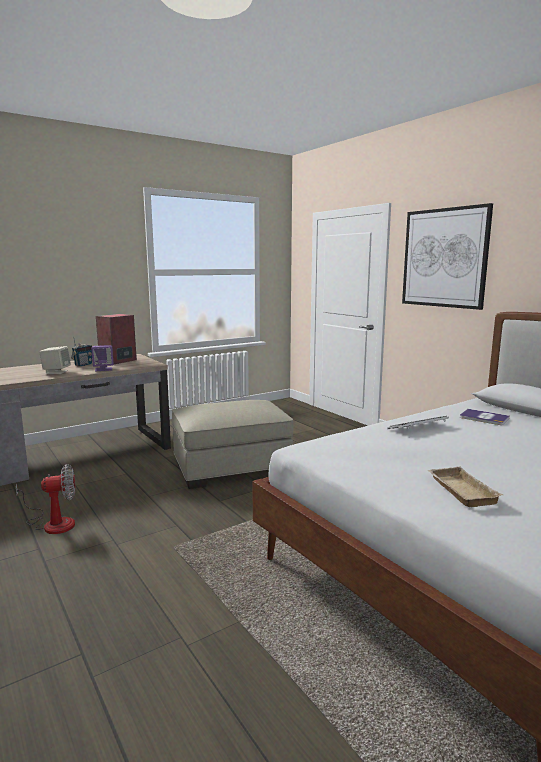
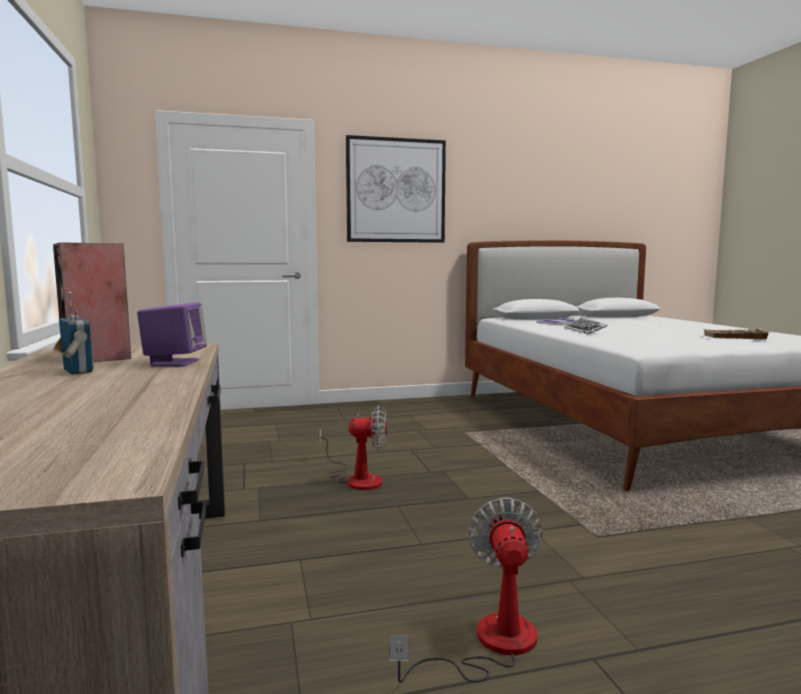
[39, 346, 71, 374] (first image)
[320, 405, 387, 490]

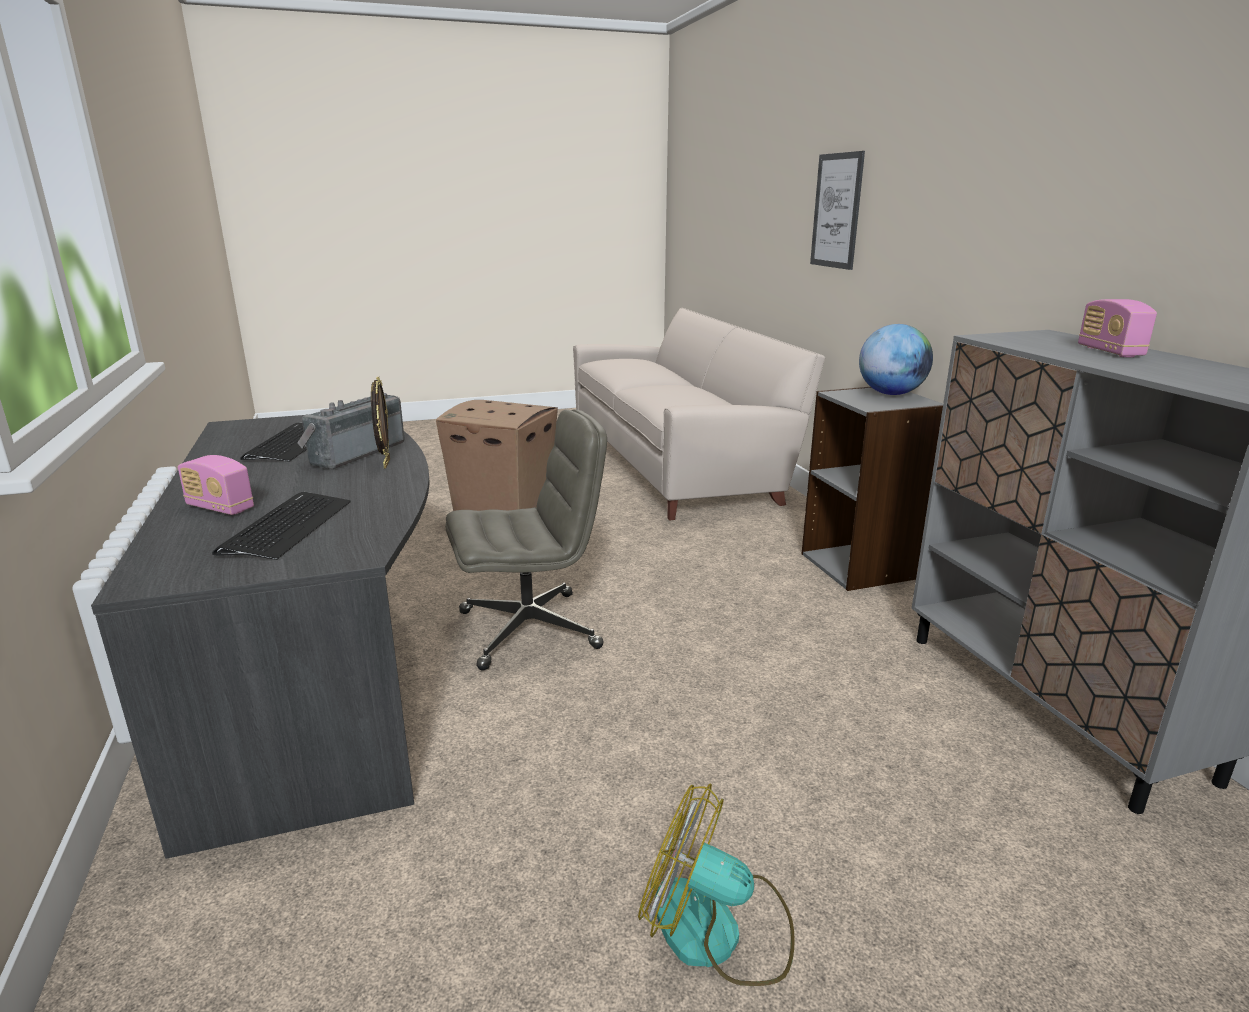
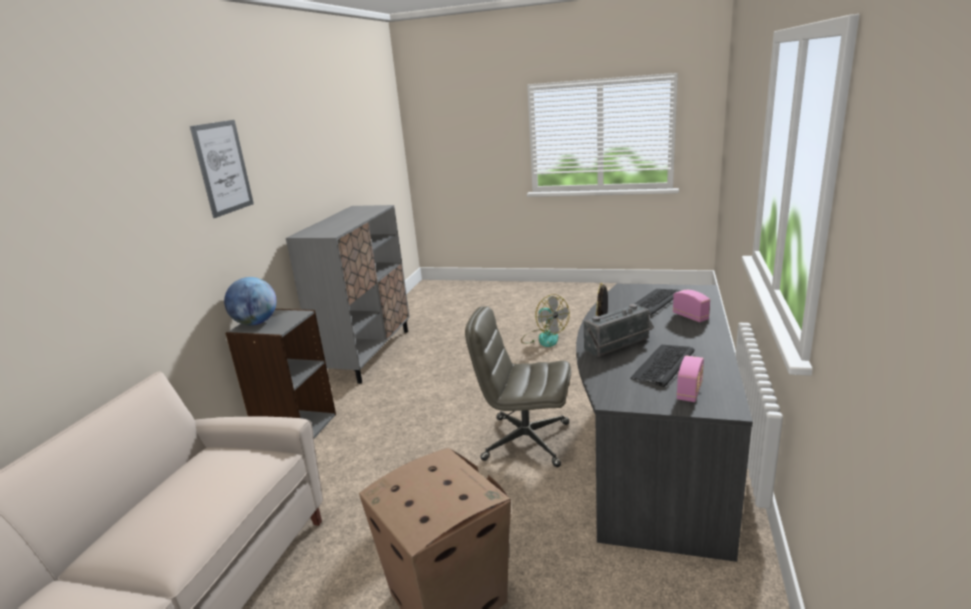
[190, 120, 254, 218]
[677, 356, 704, 402]

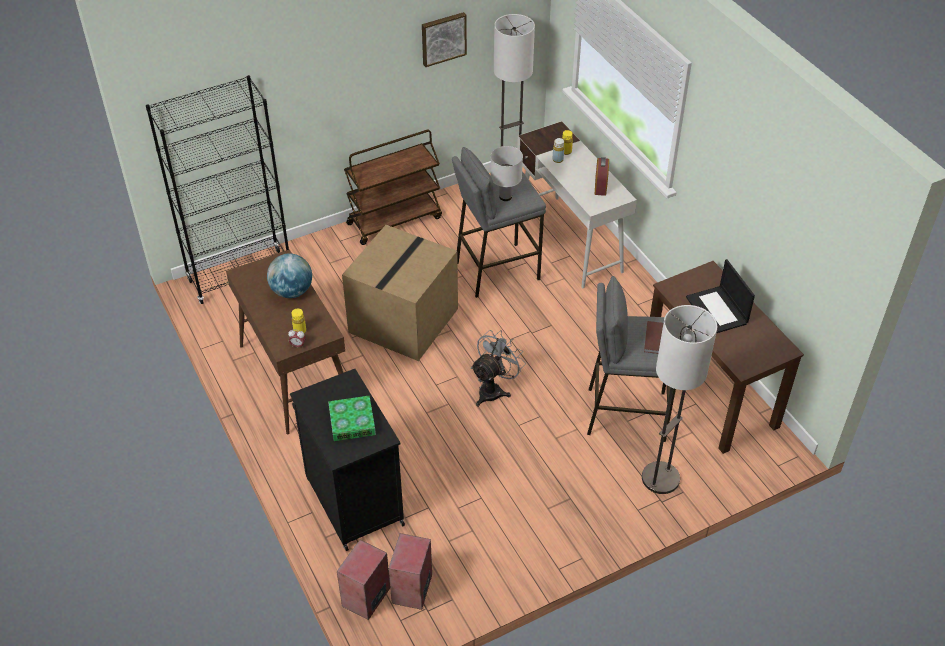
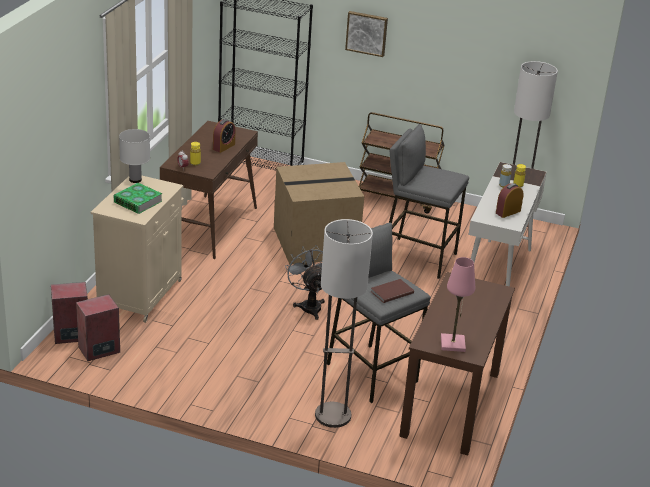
[686, 259, 755, 333] (first image)
[441, 257, 475, 352]
[345, 11, 388, 57]
[119, 129, 150, 183]
[213, 119, 235, 153]
[91, 175, 184, 323]
[285, 245, 325, 320]

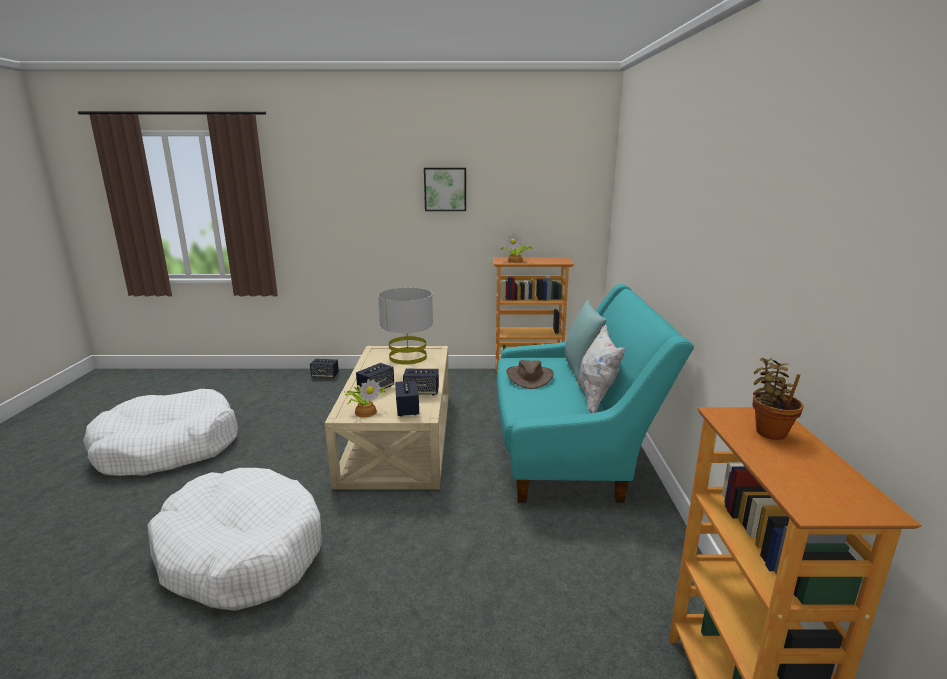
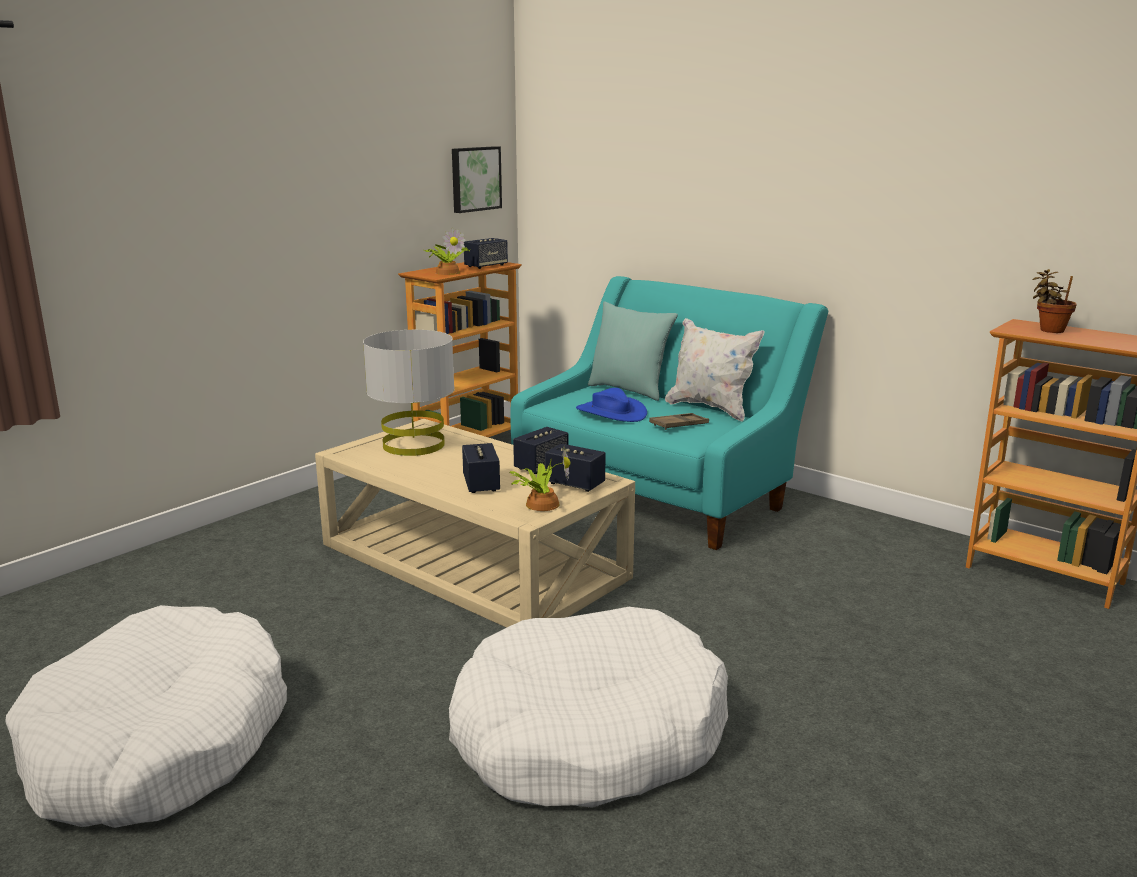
[649, 413, 709, 430]
[464, 238, 508, 269]
[452, 146, 502, 213]
[576, 388, 647, 422]

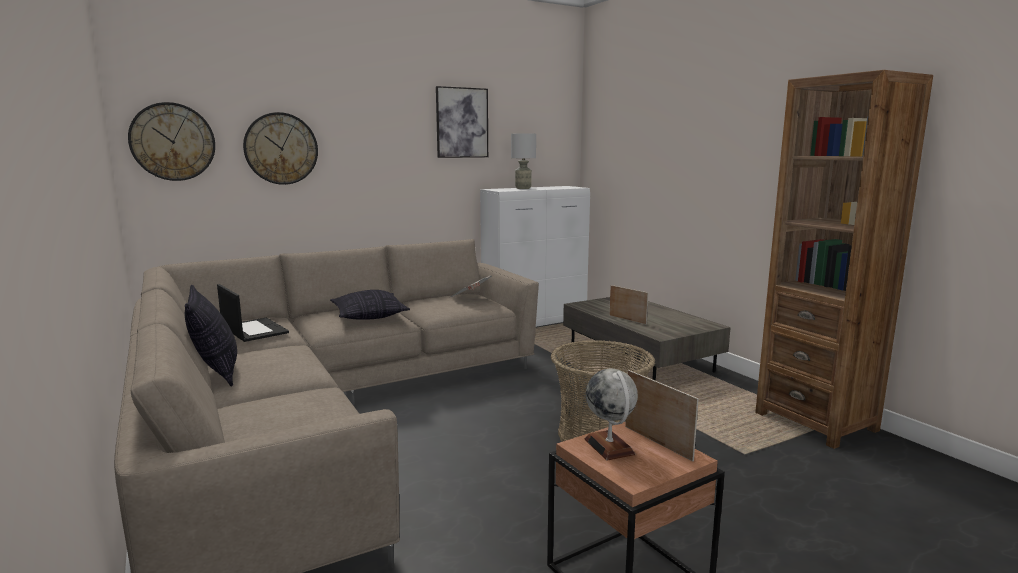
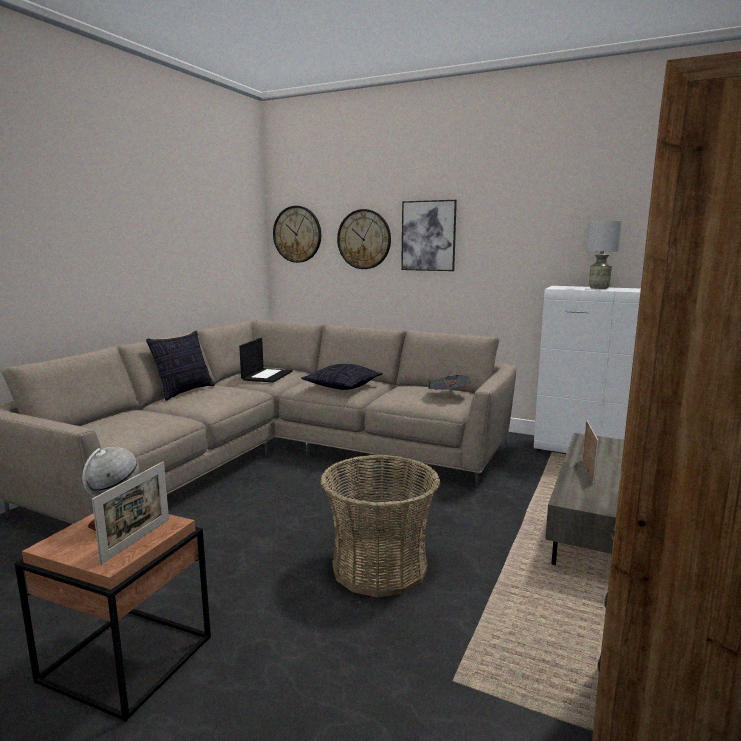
[401, 200, 457, 271]

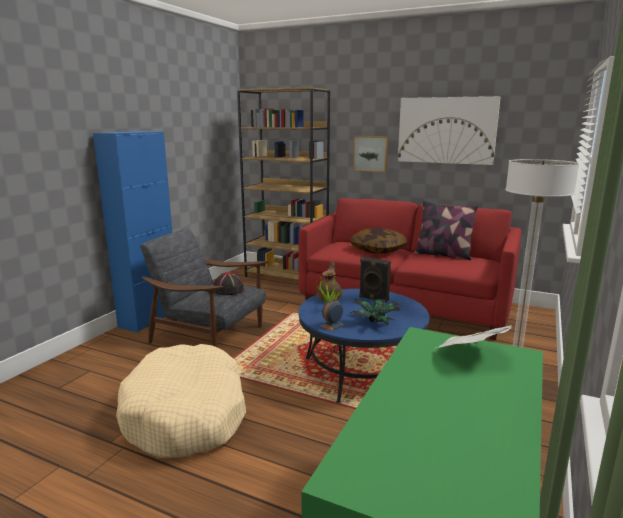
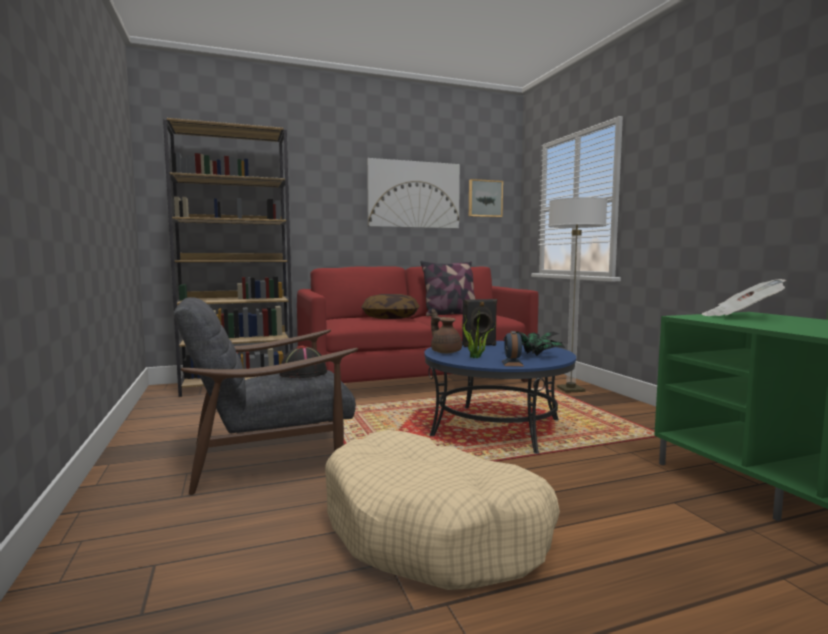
[93, 131, 172, 332] (first image)
[469, 179, 503, 217]

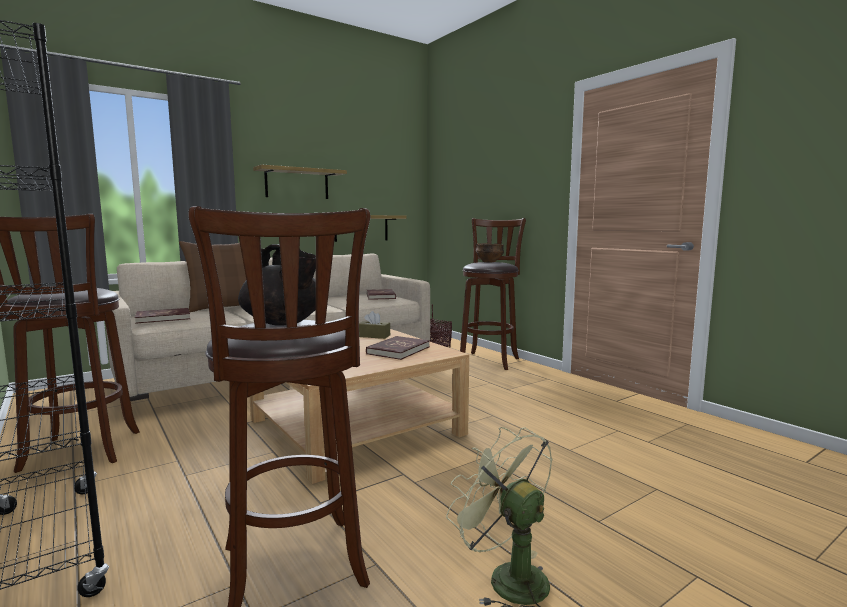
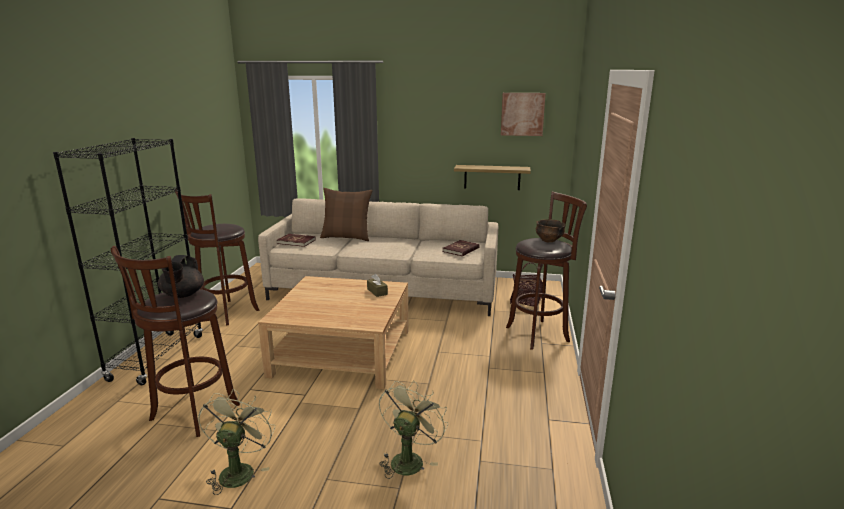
[253, 165, 347, 199] (first image)
[366, 336, 430, 360] (first image)
[379, 381, 448, 479]
[501, 93, 546, 136]

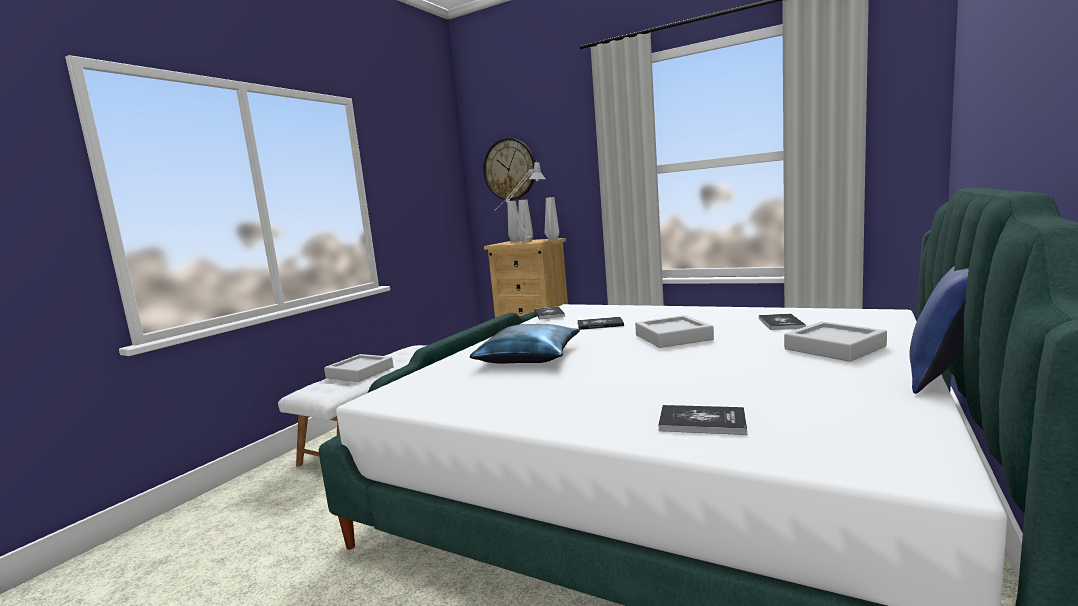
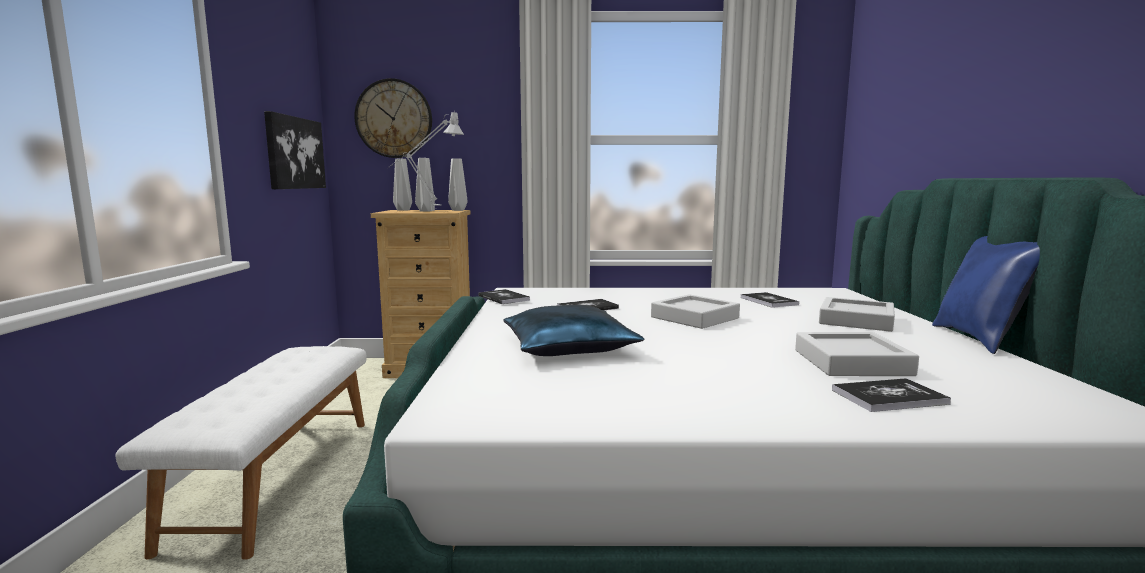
[264, 111, 326, 189]
[795, 332, 919, 376]

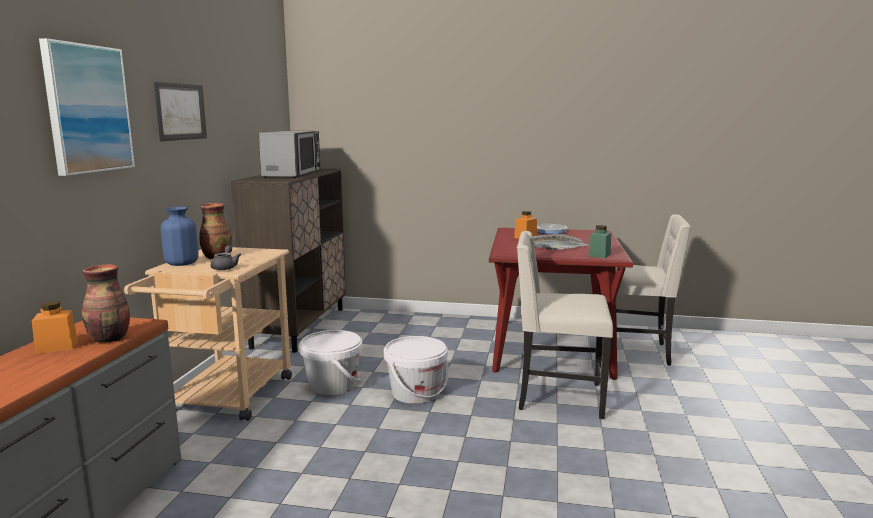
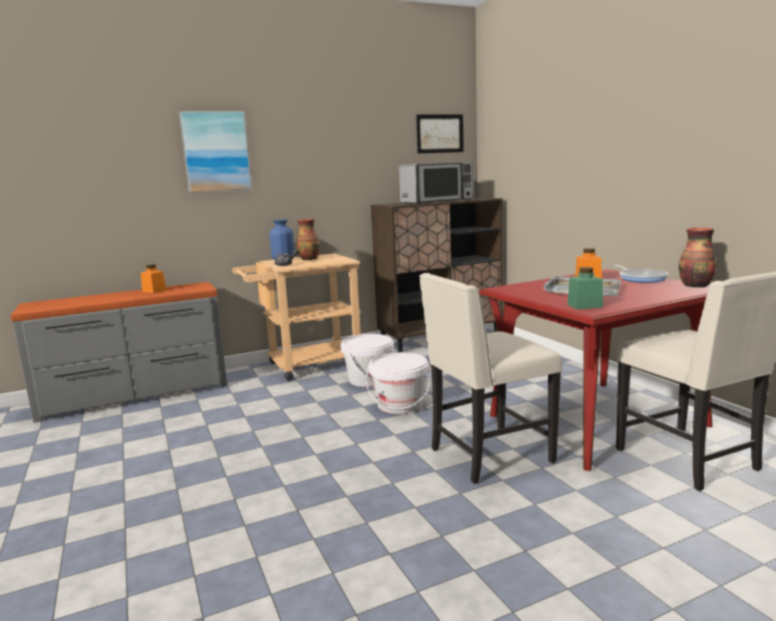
[679, 228, 716, 288]
[416, 115, 464, 153]
[419, 273, 562, 484]

